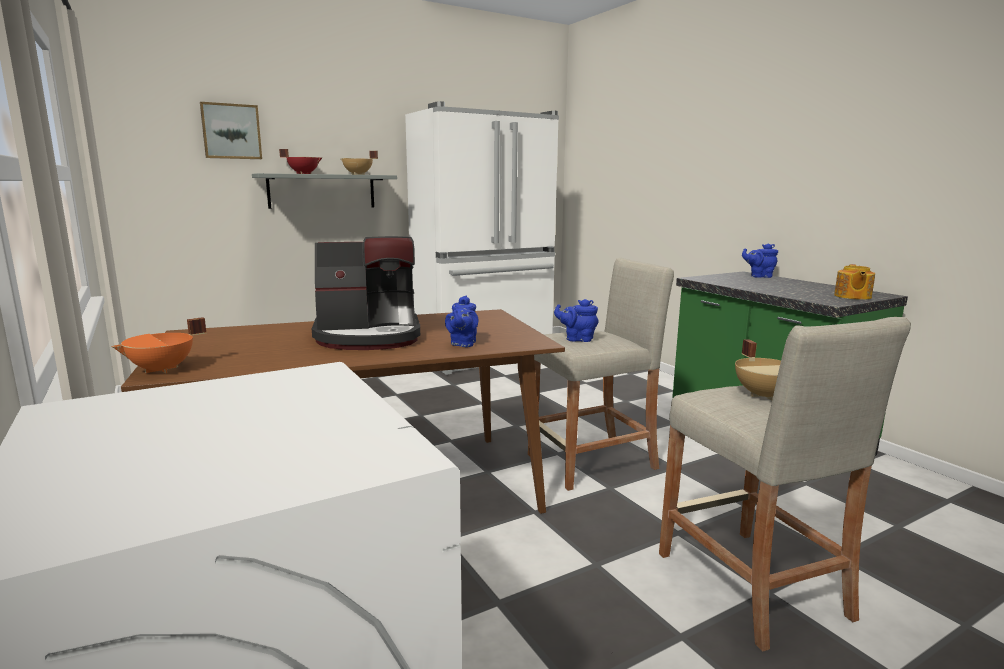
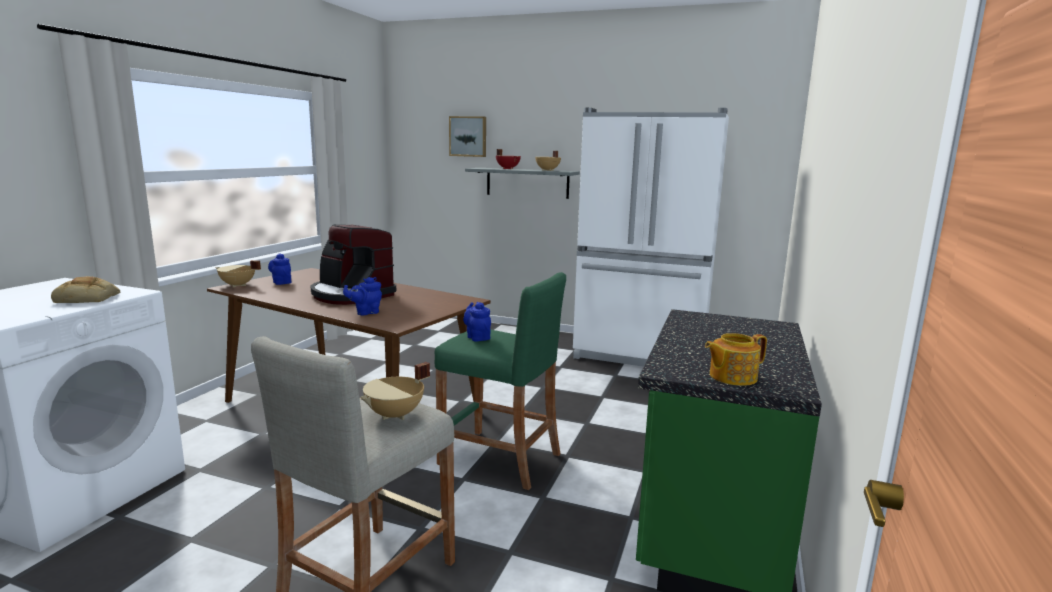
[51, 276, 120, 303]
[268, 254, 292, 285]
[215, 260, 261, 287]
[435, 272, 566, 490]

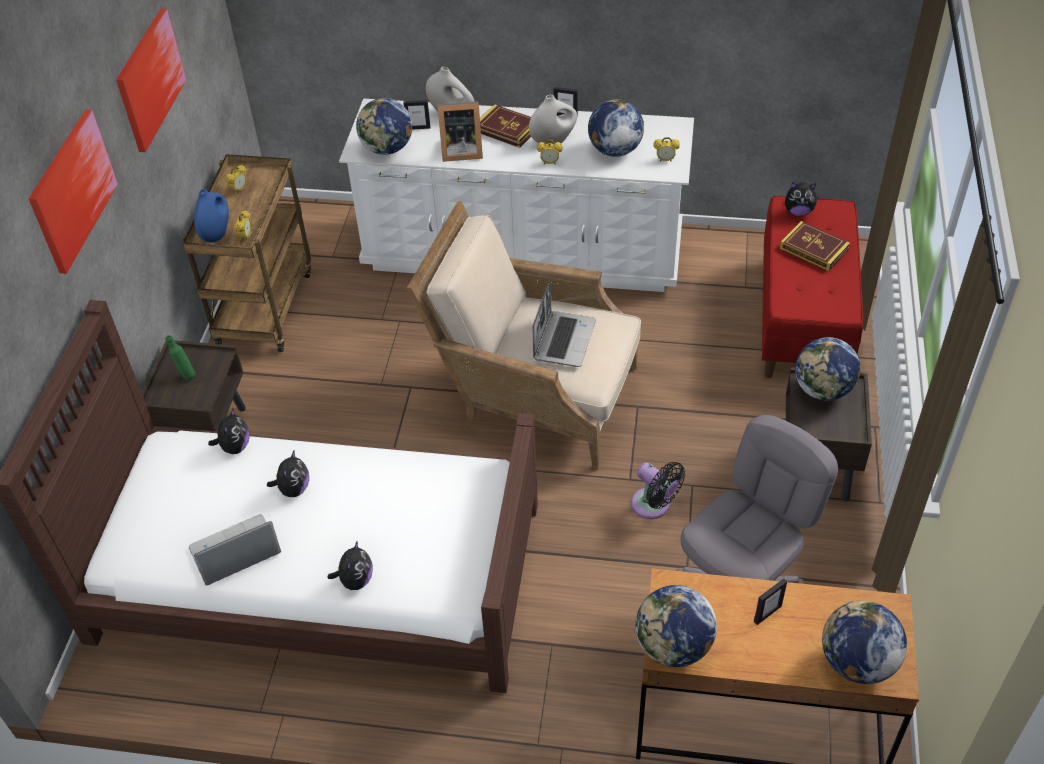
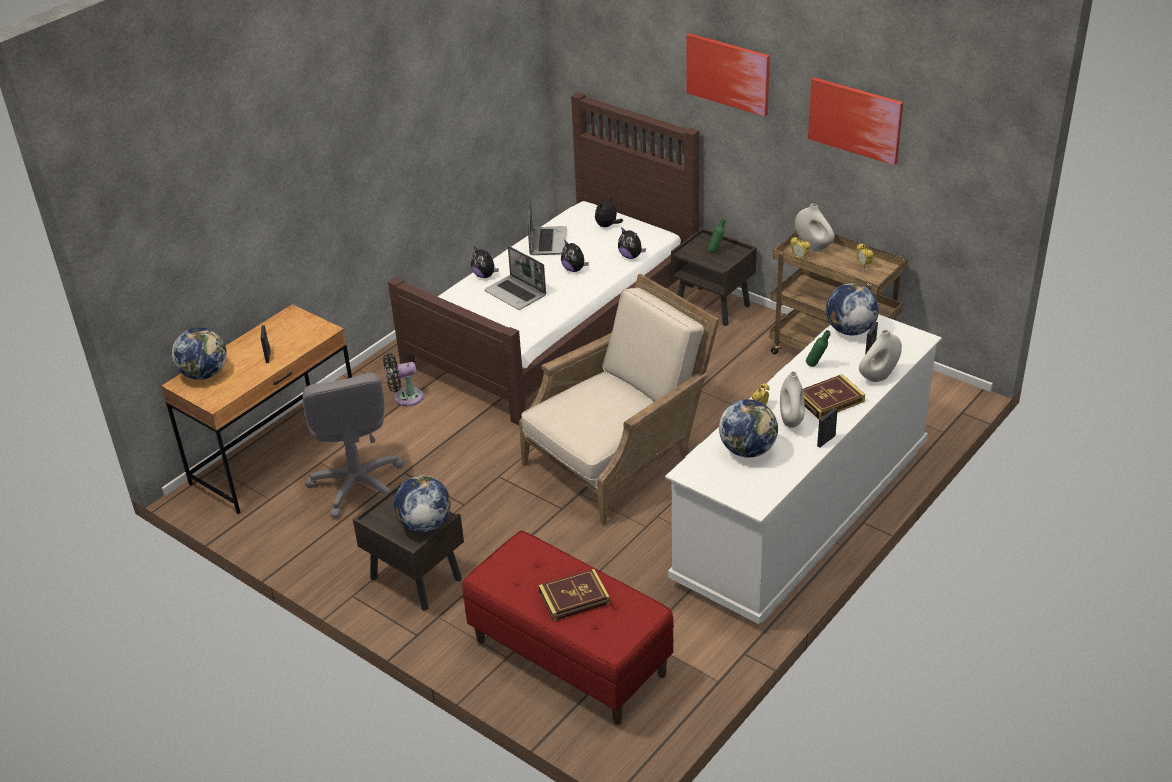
[635, 585, 717, 667] (first image)
[654, 137, 680, 162] (first image)
[484, 246, 546, 310]
[383, 353, 423, 406]
[595, 195, 623, 227]
[806, 330, 831, 367]
[795, 204, 835, 251]

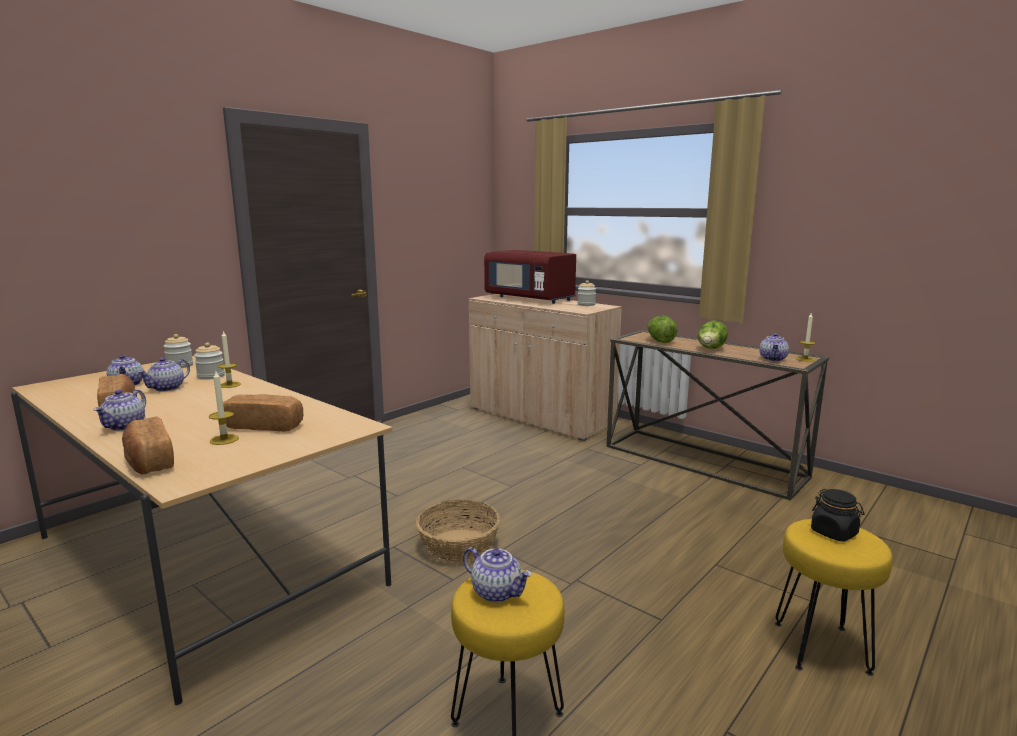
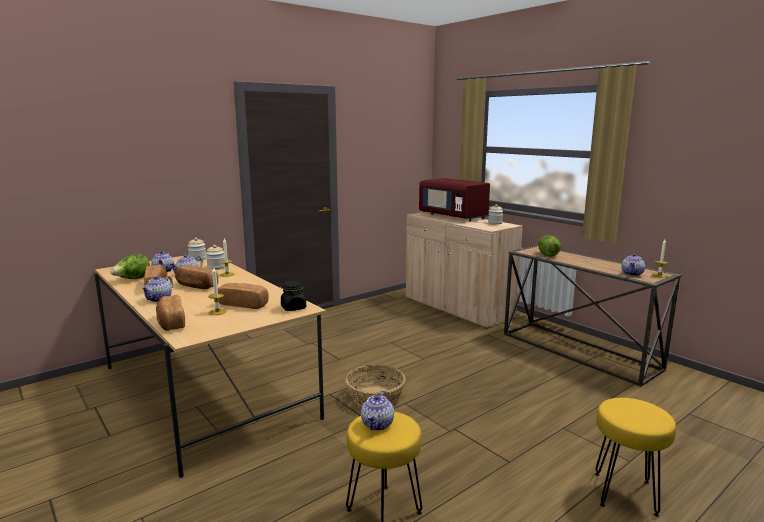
[175, 265, 218, 289]
[110, 254, 150, 279]
[281, 281, 306, 311]
[361, 390, 394, 430]

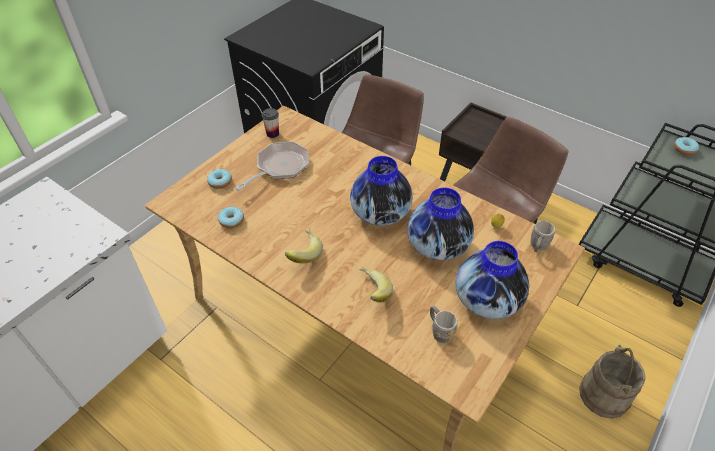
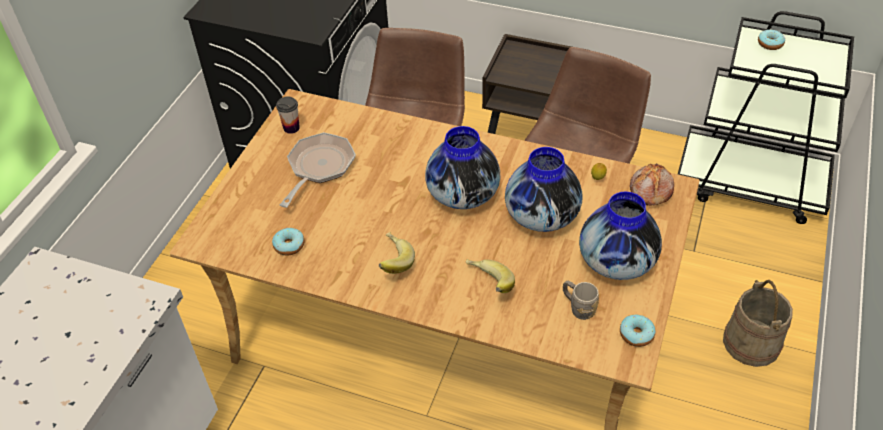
[620, 315, 655, 347]
[630, 163, 674, 206]

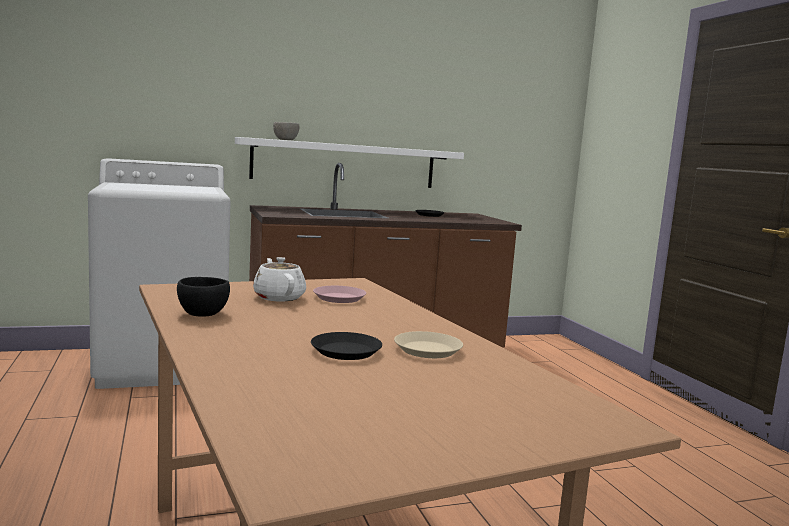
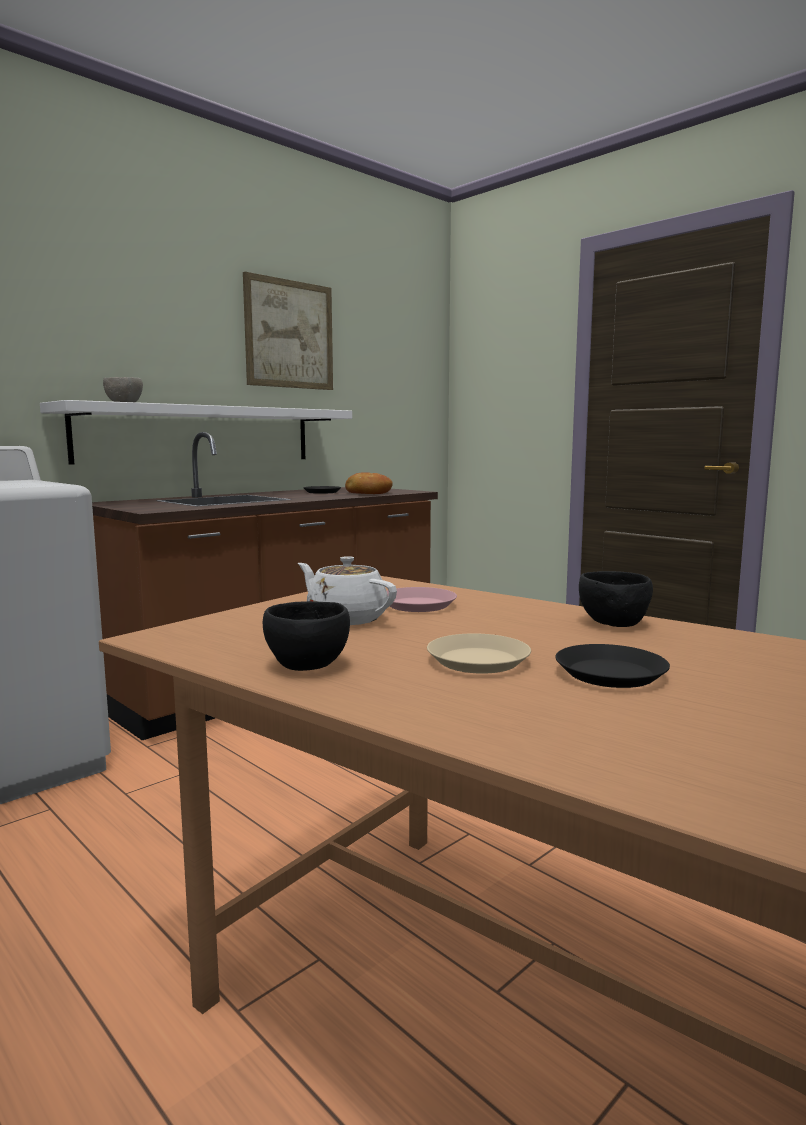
[243, 272, 333, 390]
[345, 472, 393, 494]
[579, 571, 653, 627]
[427, 633, 531, 674]

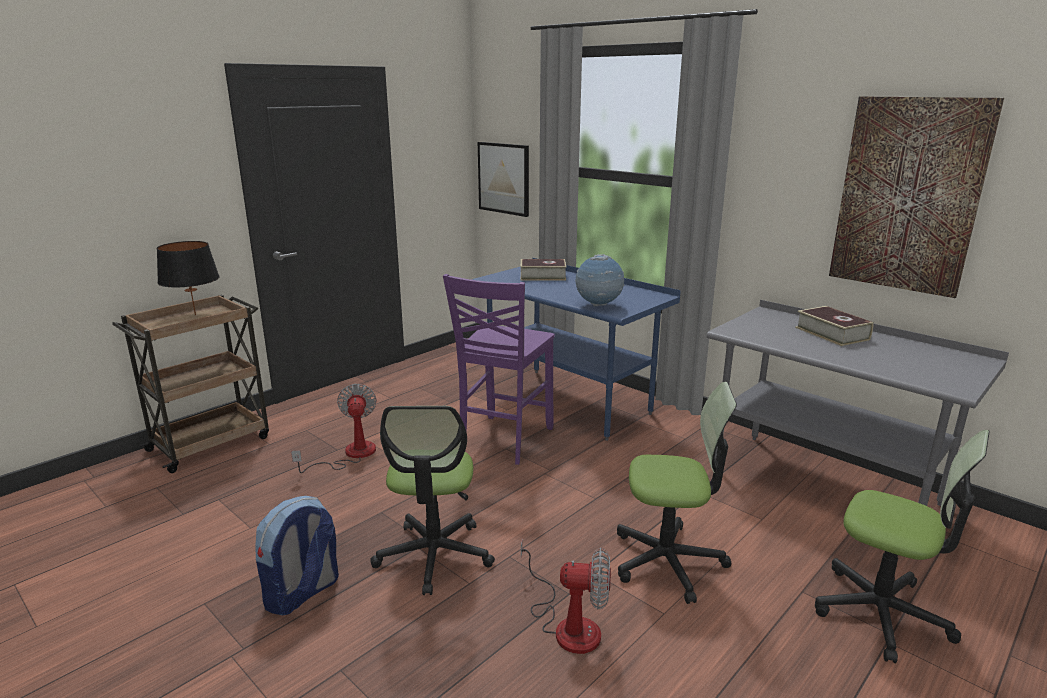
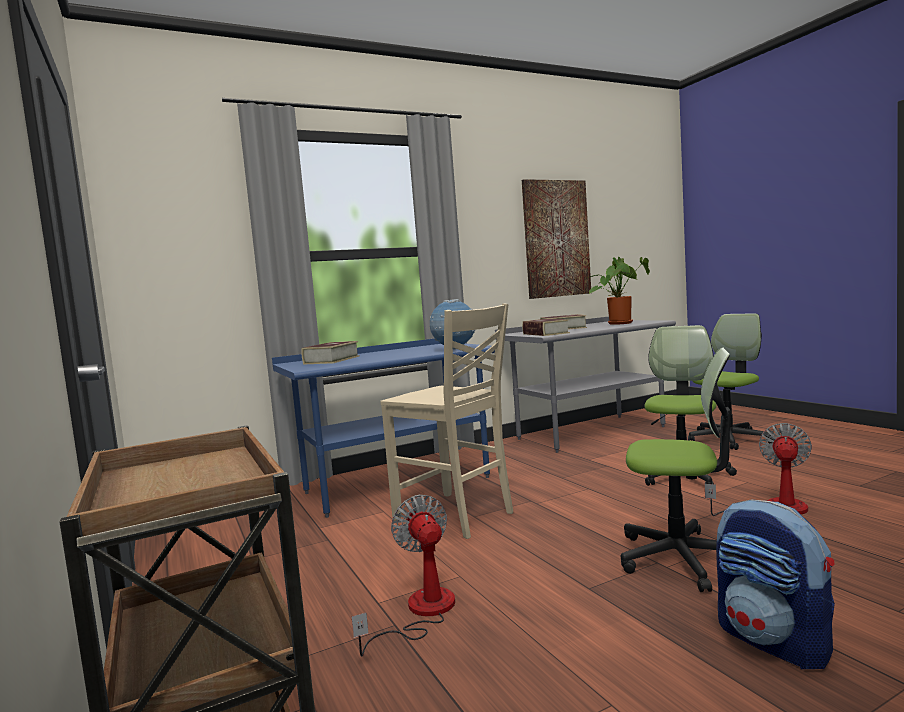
[157, 241, 219, 315] (first image)
[478, 142, 529, 217] (first image)
[522, 319, 570, 336]
[587, 257, 650, 325]
[380, 303, 513, 539]
[352, 495, 455, 657]

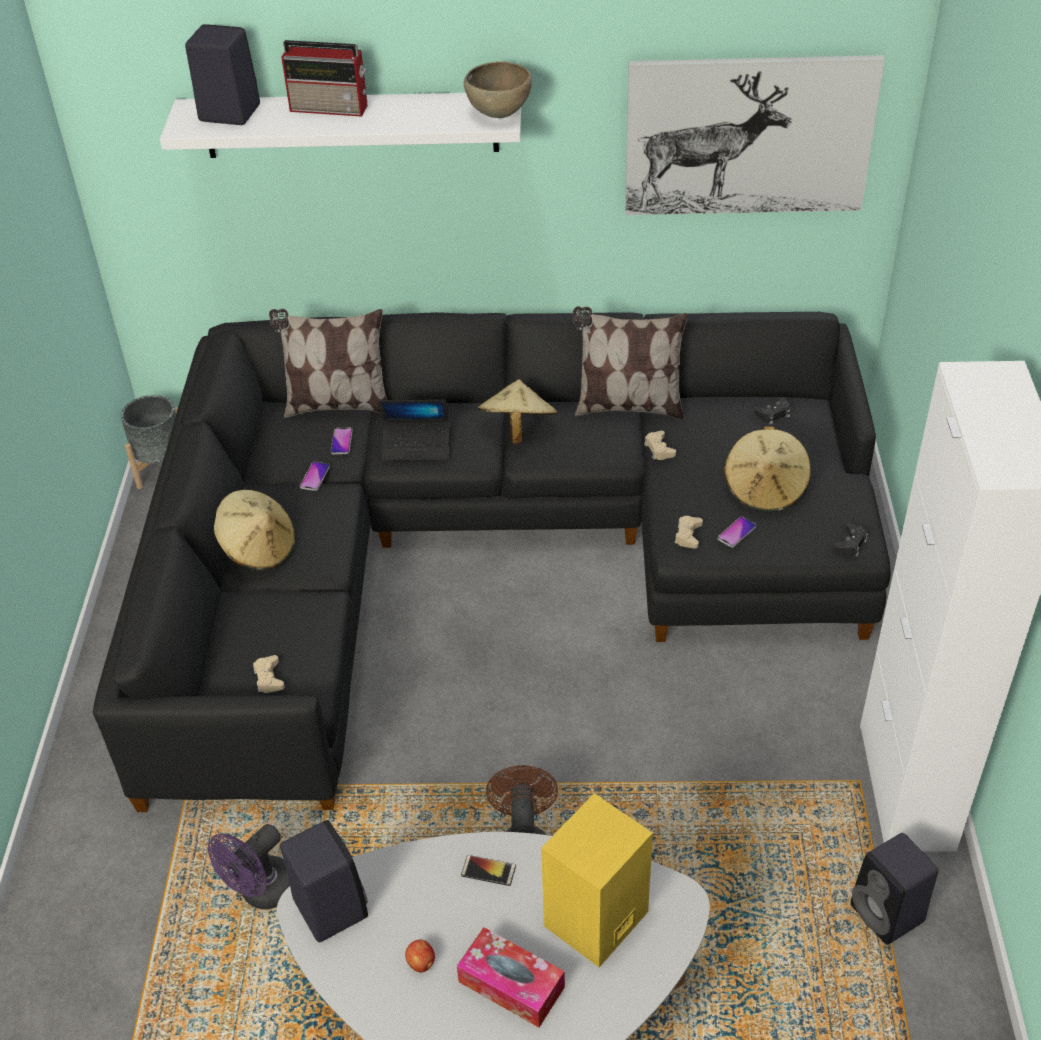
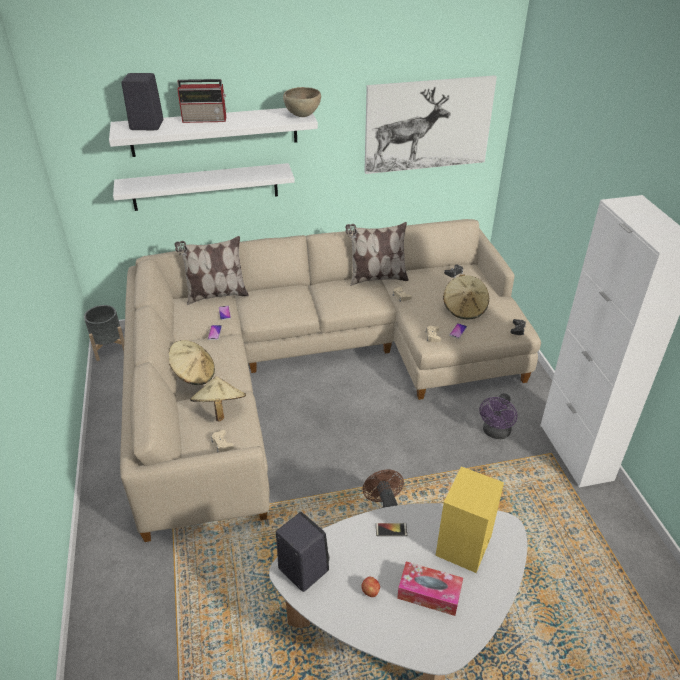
[379, 400, 450, 461] (first image)
[851, 833, 938, 945] (first image)
[113, 163, 295, 211]
[479, 393, 517, 439]
[190, 376, 246, 421]
[120, 219, 541, 542]

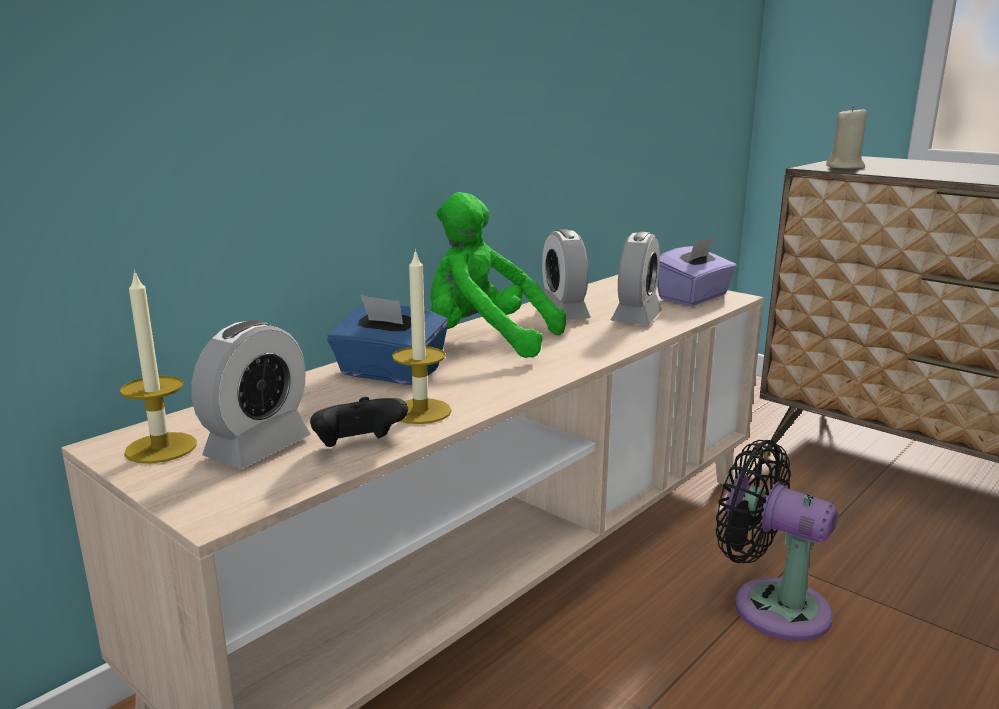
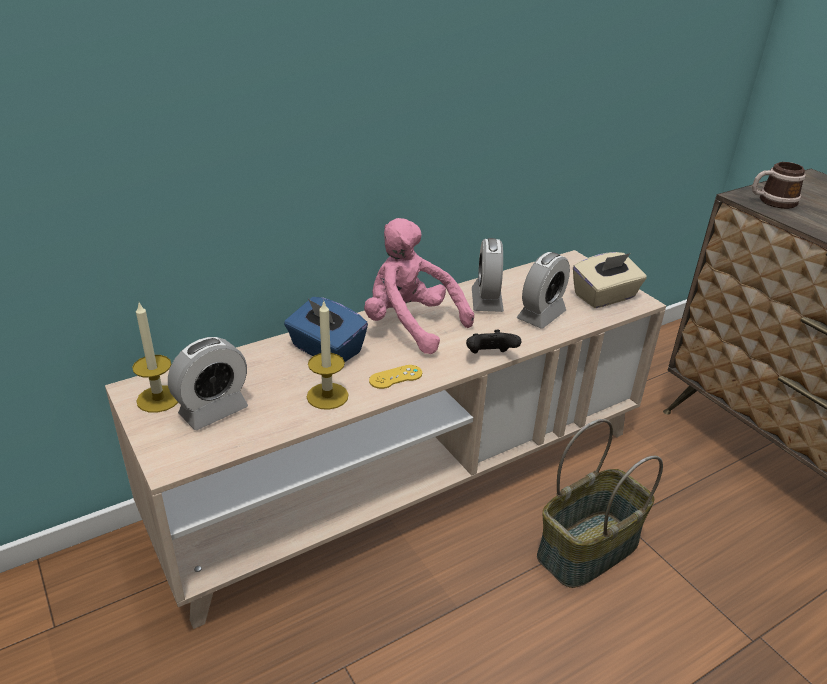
[369, 365, 422, 389]
[466, 330, 521, 354]
[537, 419, 663, 588]
[752, 162, 806, 209]
[364, 218, 474, 354]
[573, 252, 647, 308]

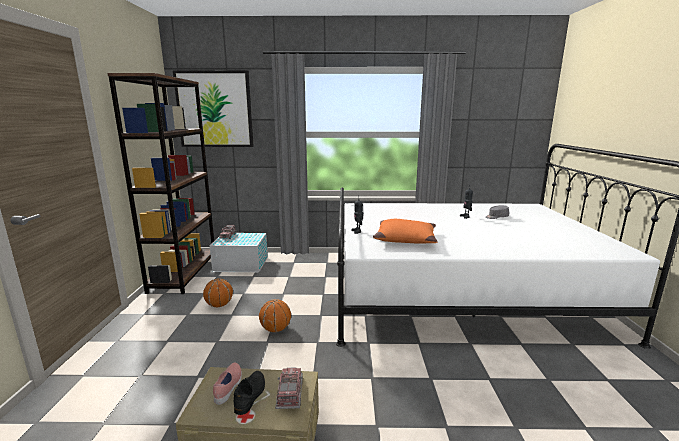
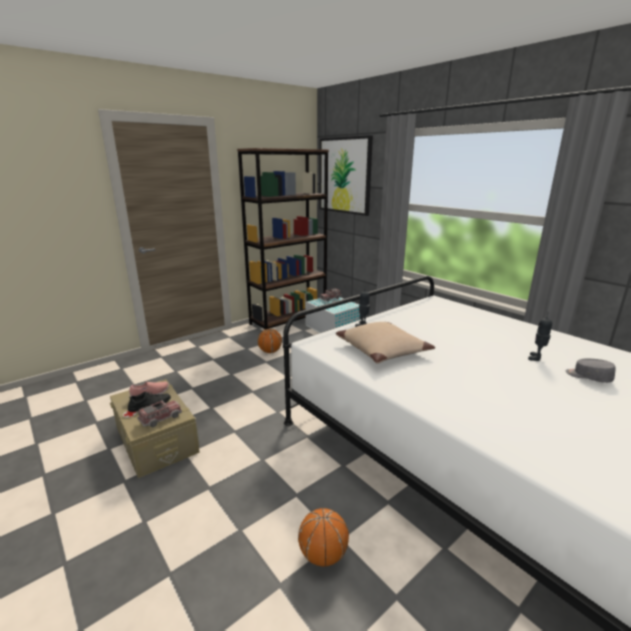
[298, 508, 349, 567]
[336, 322, 435, 364]

